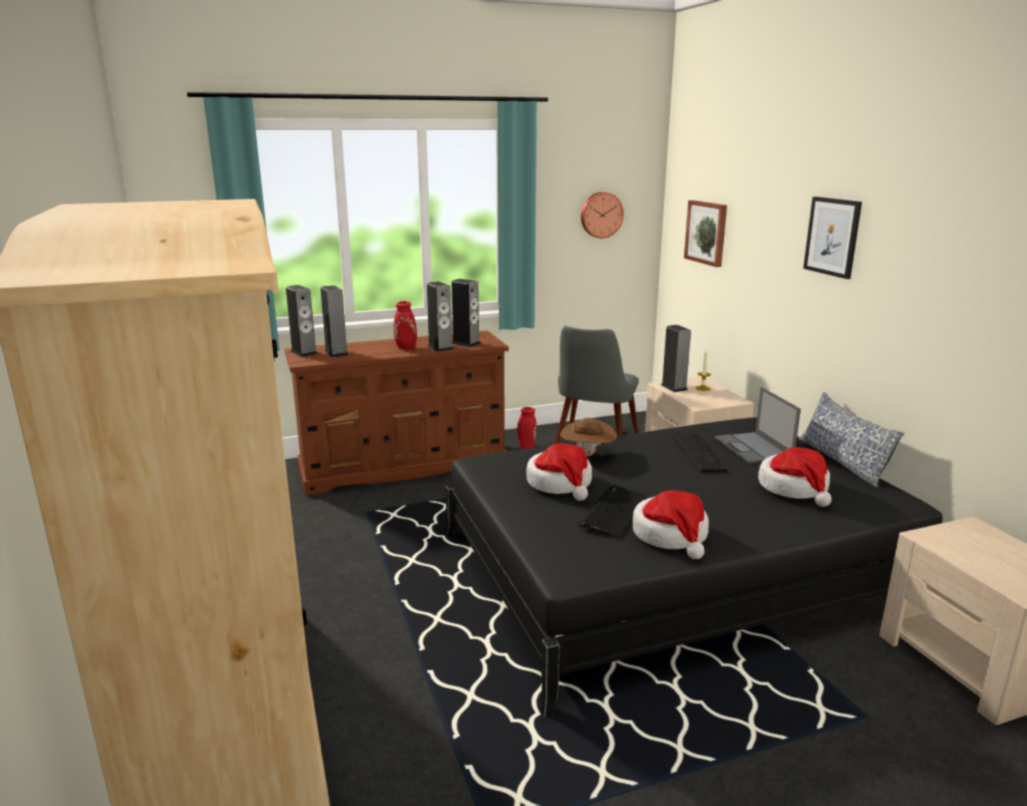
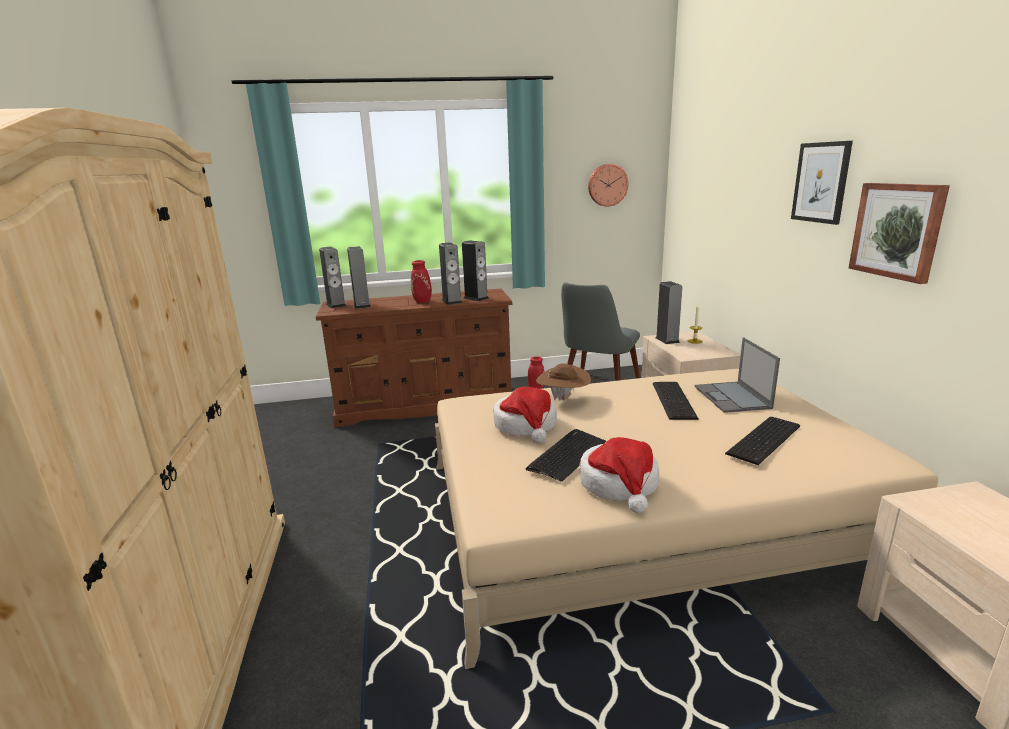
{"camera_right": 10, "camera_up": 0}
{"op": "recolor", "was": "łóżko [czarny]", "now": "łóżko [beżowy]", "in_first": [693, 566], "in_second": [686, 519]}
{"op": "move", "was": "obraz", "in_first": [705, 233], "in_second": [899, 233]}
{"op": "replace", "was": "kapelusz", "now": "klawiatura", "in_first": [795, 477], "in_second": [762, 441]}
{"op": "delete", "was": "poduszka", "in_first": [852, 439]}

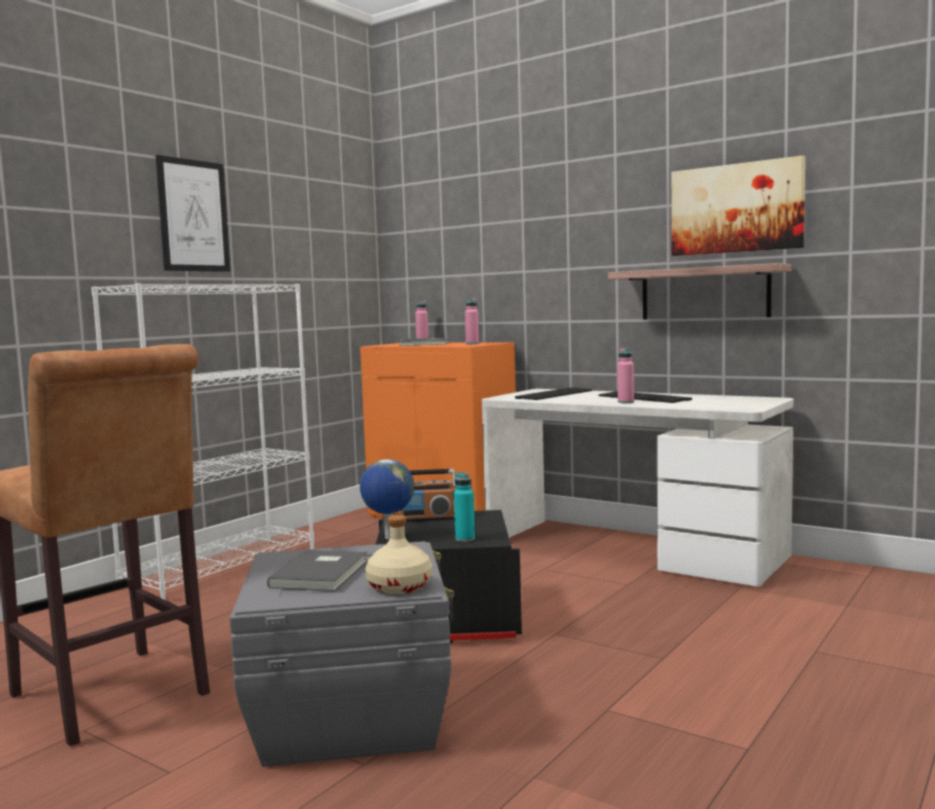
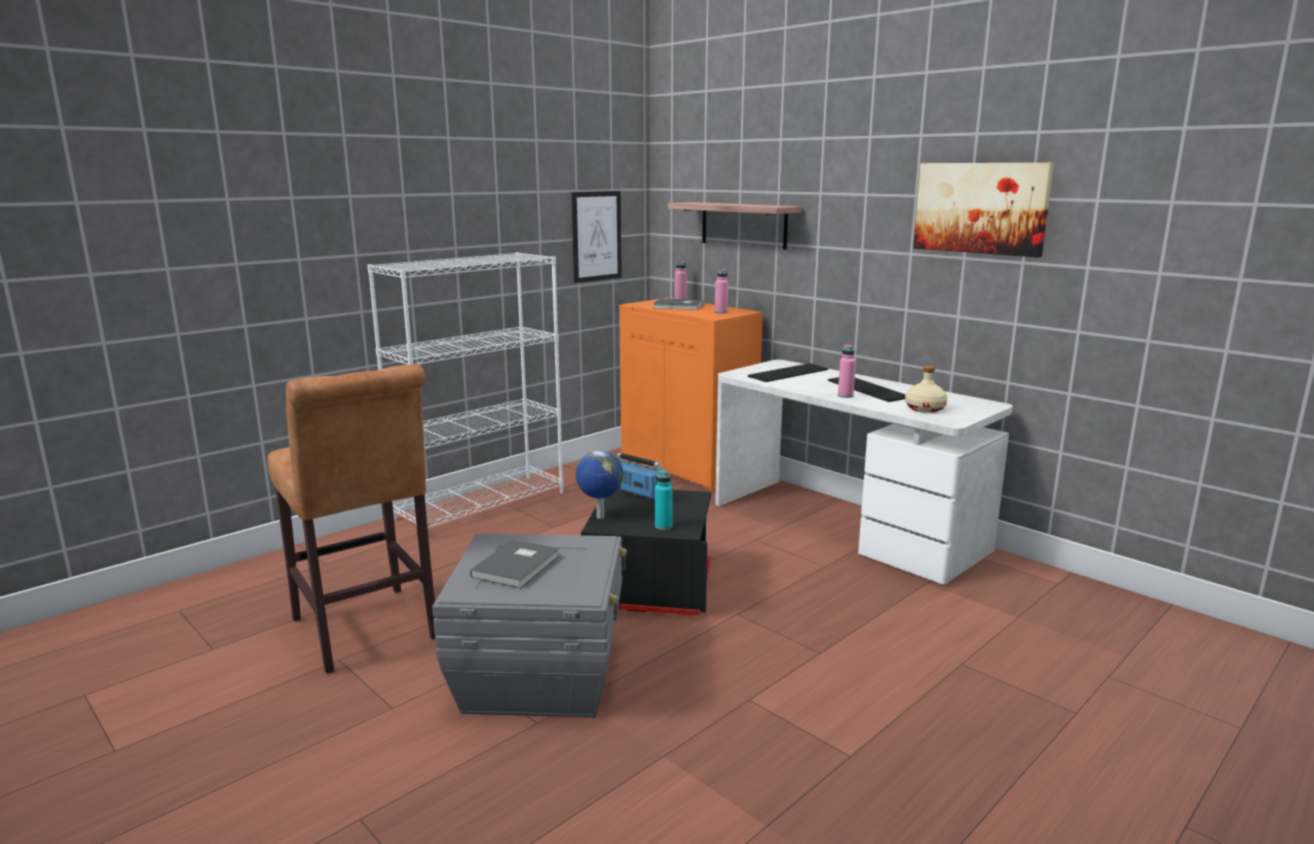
{"camera_right": 10, "camera_up": 10}
{"op": "move", "was": "obraz", "in_first": [193, 213], "in_second": [596, 237]}
{"op": "move", "was": "butelka [beżowy]", "in_first": [398, 554], "in_second": [926, 389]}
{"op": "rotate", "was": "radio", "in_first": [428, 495], "in_second": [639, 478], "clockwise": -150}
{"op": "move", "was": "półka", "in_first": [700, 291], "in_second": [735, 226]}

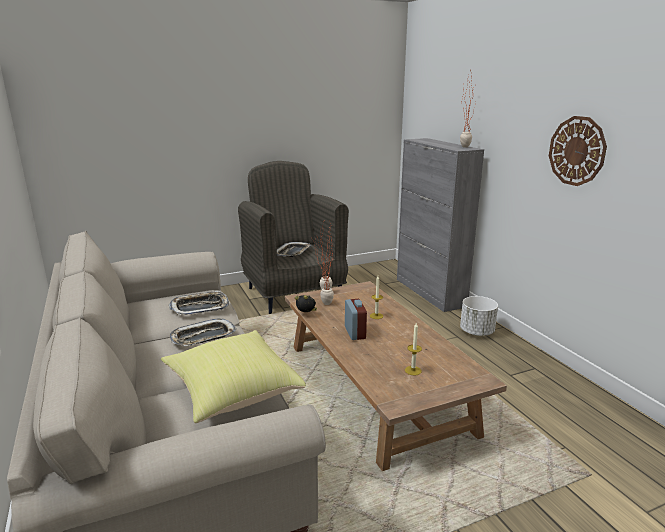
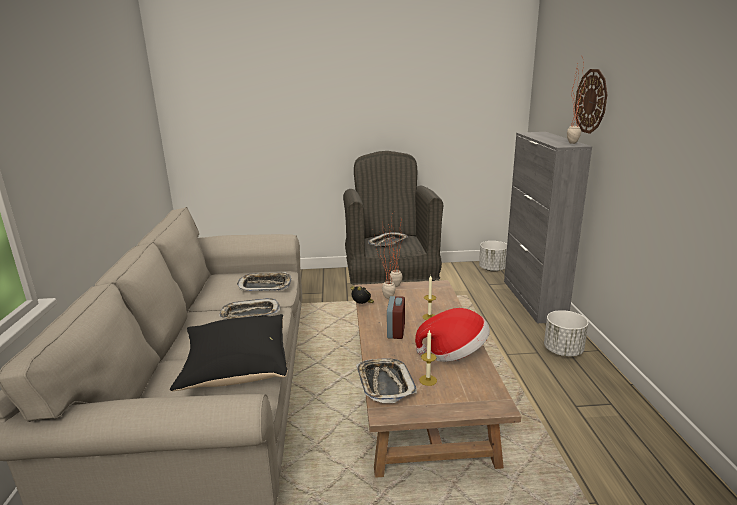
{"camera_right": 20, "camera_up": 0}
{"op": "recolor", "was": "poduszka [żółty]", "now": "poduszka [czarny]", "in_first": [233, 376], "in_second": [229, 353]}
{"op": "move", "was": "zegar ścienny", "in_first": [578, 151], "in_second": [591, 101]}
{"op": "insert", "now": "taca", "in_second": [386, 380]}
{"op": "insert", "now": "kapelusz", "in_second": [452, 335]}
{"op": "insert", "now": "donica [biały]", "in_second": [493, 256]}

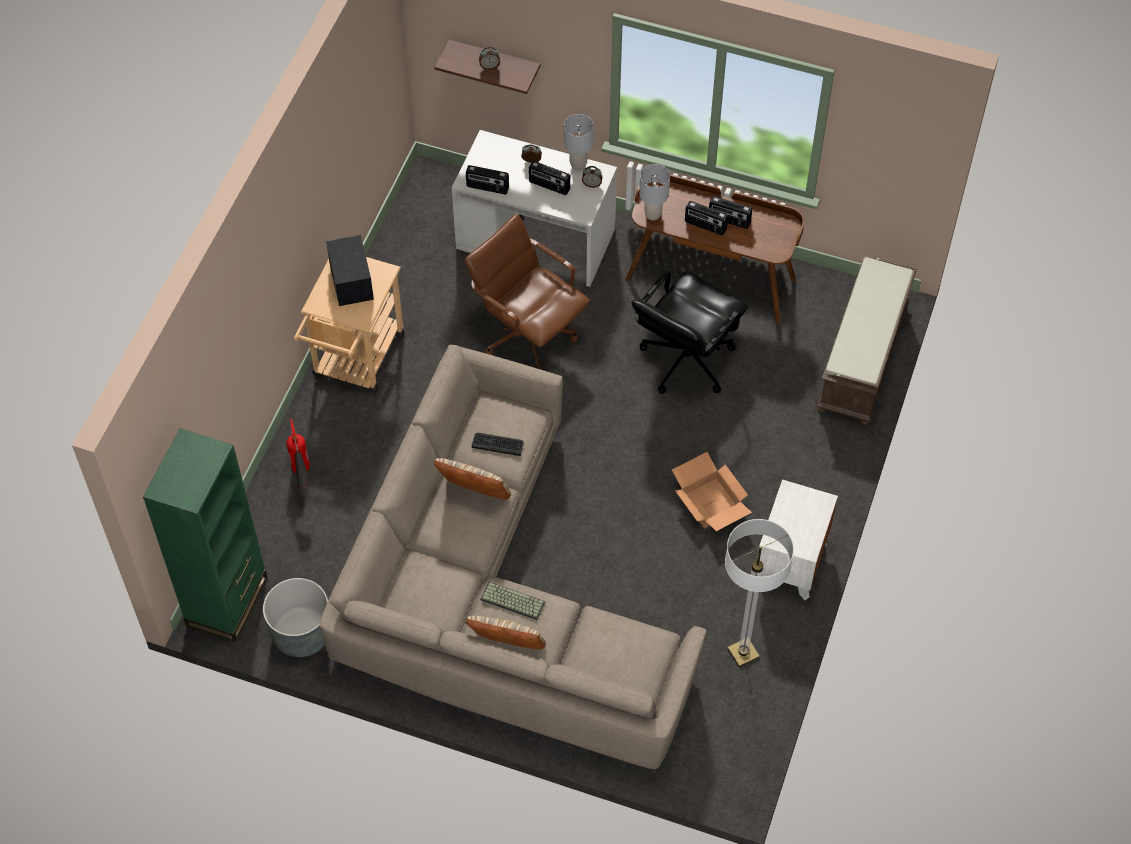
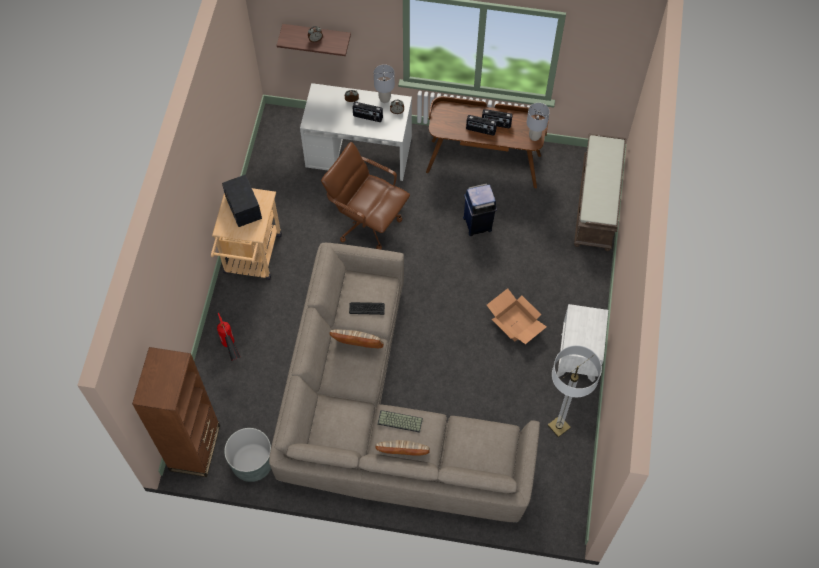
{"camera_right": -10, "camera_up": 5}
{"op": "recolor", "was": "regał [zielony]", "now": "regał [brązowy]", "in_first": [205, 535], "in_second": [176, 412]}
{"op": "delete", "was": "radio", "in_first": [487, 179]}
{"op": "replace", "was": "krzesło biurowe [czarny]", "now": "kosz na śmieci [niebieski]", "in_first": [689, 332], "in_second": [480, 209]}
{"op": "move", "was": "lampa stołowa [szary]", "in_first": [654, 192], "in_second": [538, 122]}

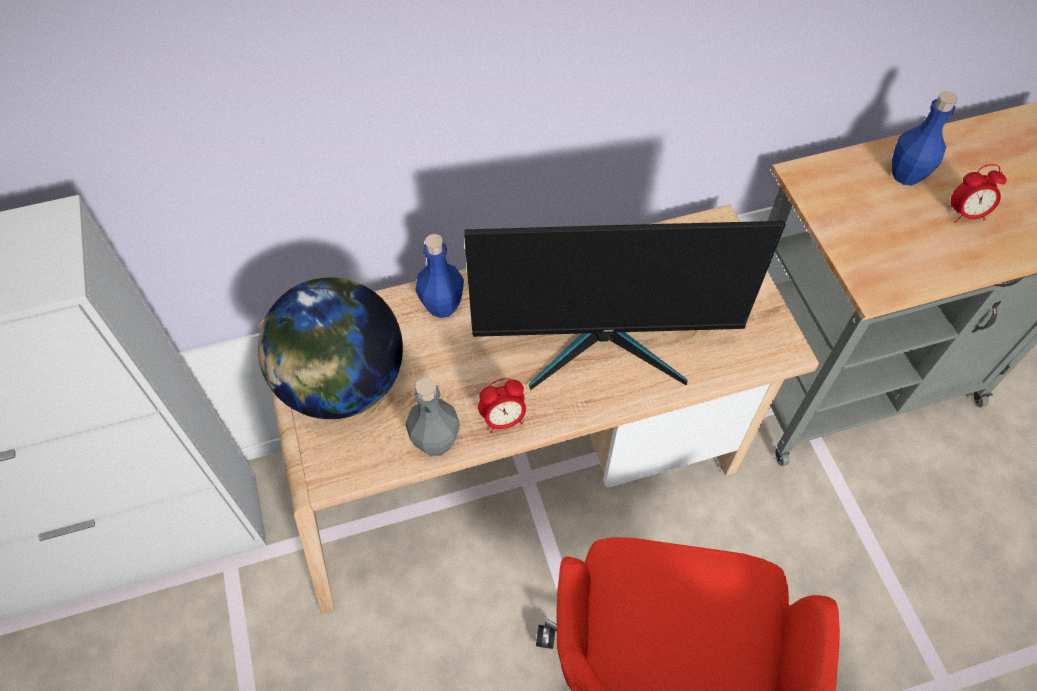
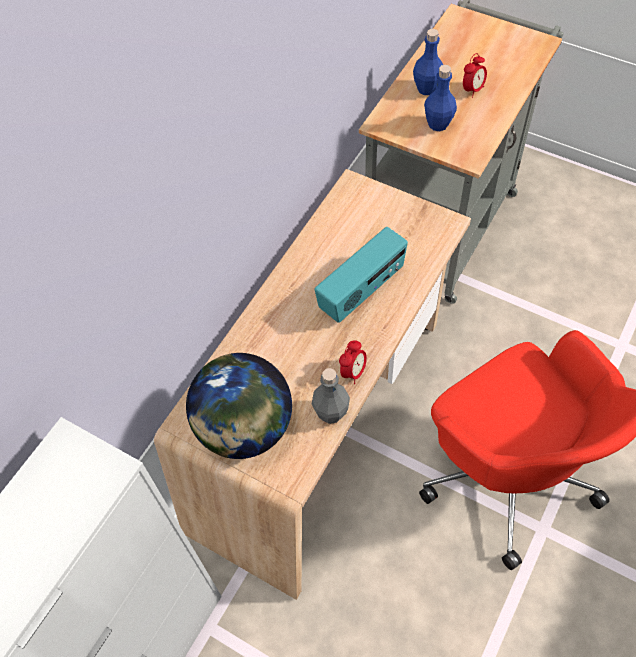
{"camera_right": -40, "camera_up": 0}
{"op": "move", "was": "butelka [niebieski]", "in_first": [439, 276], "in_second": [440, 98]}
{"op": "replace", "was": "monitor", "now": "radio", "in_first": [624, 305], "in_second": [361, 275]}

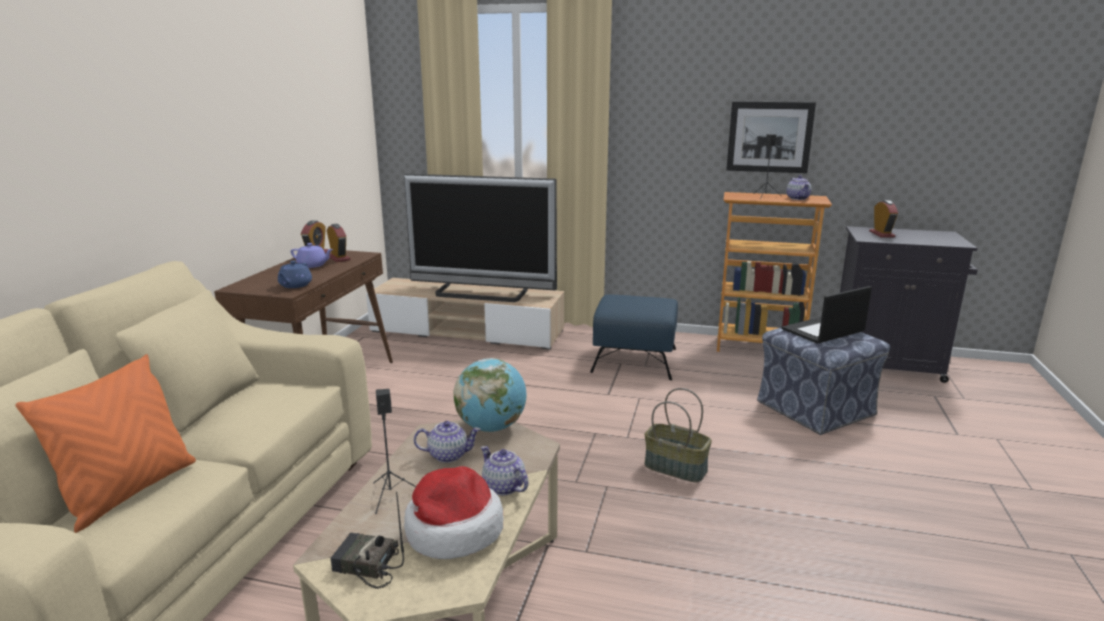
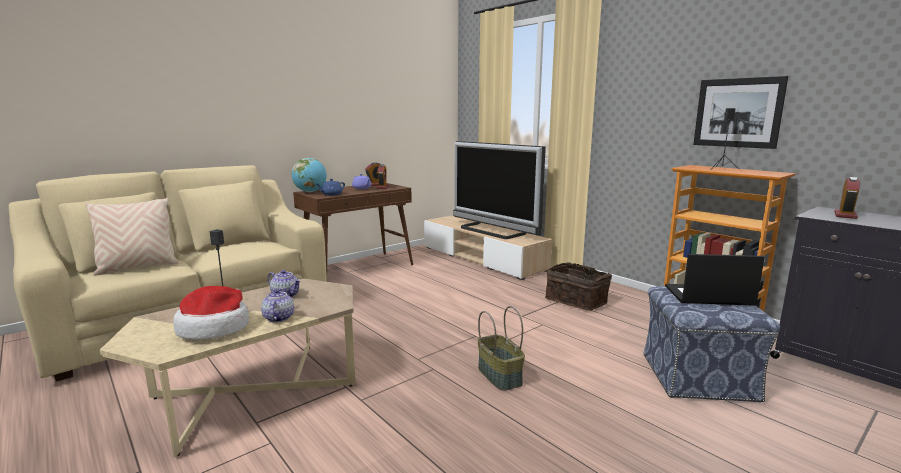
{"camera_right": 35, "camera_up": -5}
{"op": "recolor", "was": "poduszka [pomarańczowy]", "now": "poduszka [beżowy]", "in_first": [105, 443], "in_second": [132, 237]}
{"op": "delete", "was": "radio", "in_first": [367, 540]}
{"op": "move", "was": "globus", "in_first": [490, 395], "in_second": [309, 175]}
{"op": "replace", "was": "pufa [niebieski]", "now": "koszyk", "in_first": [634, 337], "in_second": [578, 287]}
{"op": "delete", "was": "imbryk", "in_first": [798, 187]}

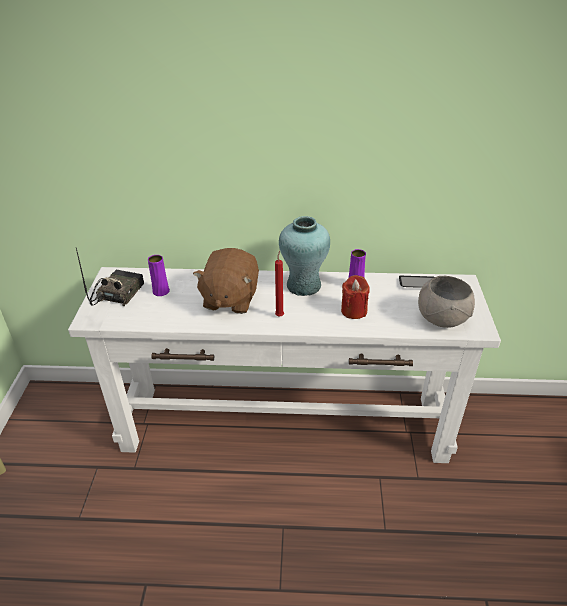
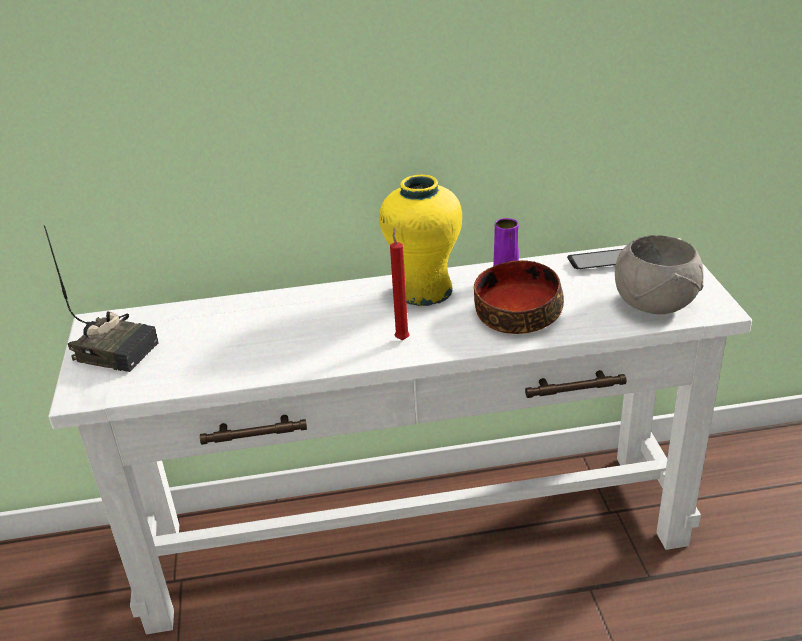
{"camera_right": -10, "camera_up": -5}
{"op": "rotate", "was": "radio", "in_first": [110, 277], "in_second": [101, 298], "clockwise": 105}
{"op": "delete", "was": "wazon [fioletowy]", "in_first": [159, 275]}
{"op": "delete", "was": "pluszak [brązowy]", "in_first": [226, 281]}
{"op": "recolor", "was": "wazon [turkusowy]", "now": "wazon [żółty]", "in_first": [304, 256], "in_second": [420, 240]}
{"op": "replace", "was": "świeca [czerwony]", "now": "miska", "in_first": [355, 297], "in_second": [519, 297]}

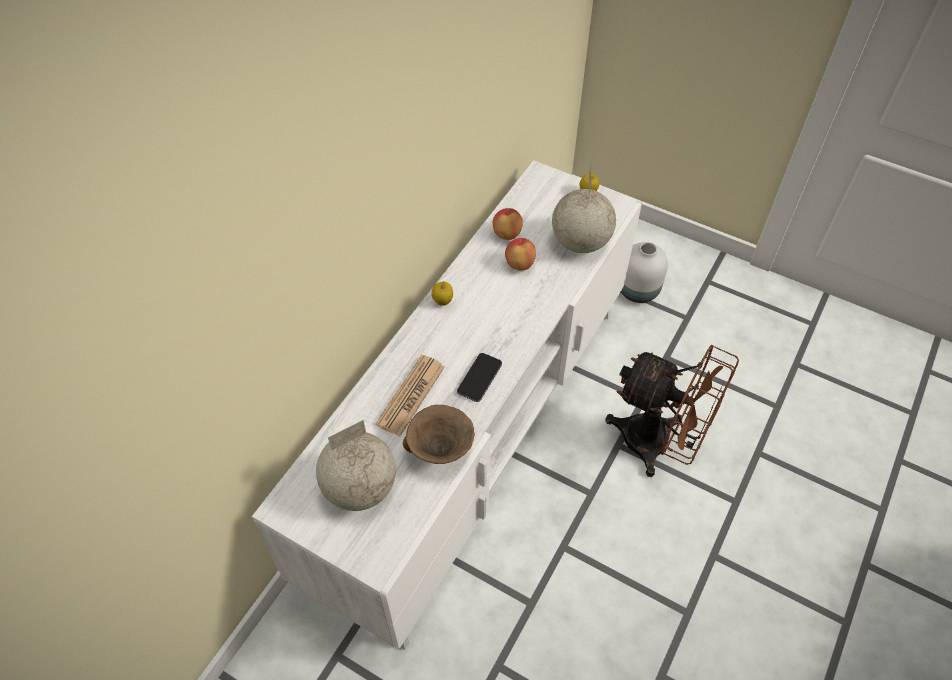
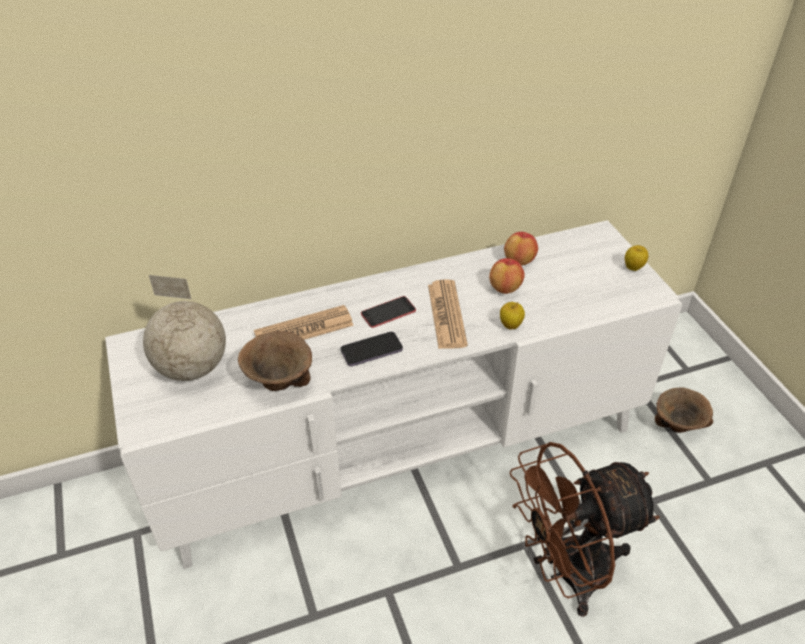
{"camera_right": 40, "camera_up": -10}
{"op": "move", "was": "jabłko", "in_first": [442, 293], "in_second": [512, 316]}
{"op": "delete", "was": "globus", "in_first": [584, 209]}
{"op": "rotate", "was": "wentylator [brązowy]", "in_first": [672, 411], "in_second": [584, 529], "clockwise": 90}
{"op": "replace", "was": "wazon [biały]", "now": "miska [brązowy]", "in_first": [644, 272], "in_second": [684, 410]}
{"op": "insert", "now": "telefon", "in_second": [388, 312]}
{"op": "insert", "now": "gazeta", "in_second": [448, 314]}

